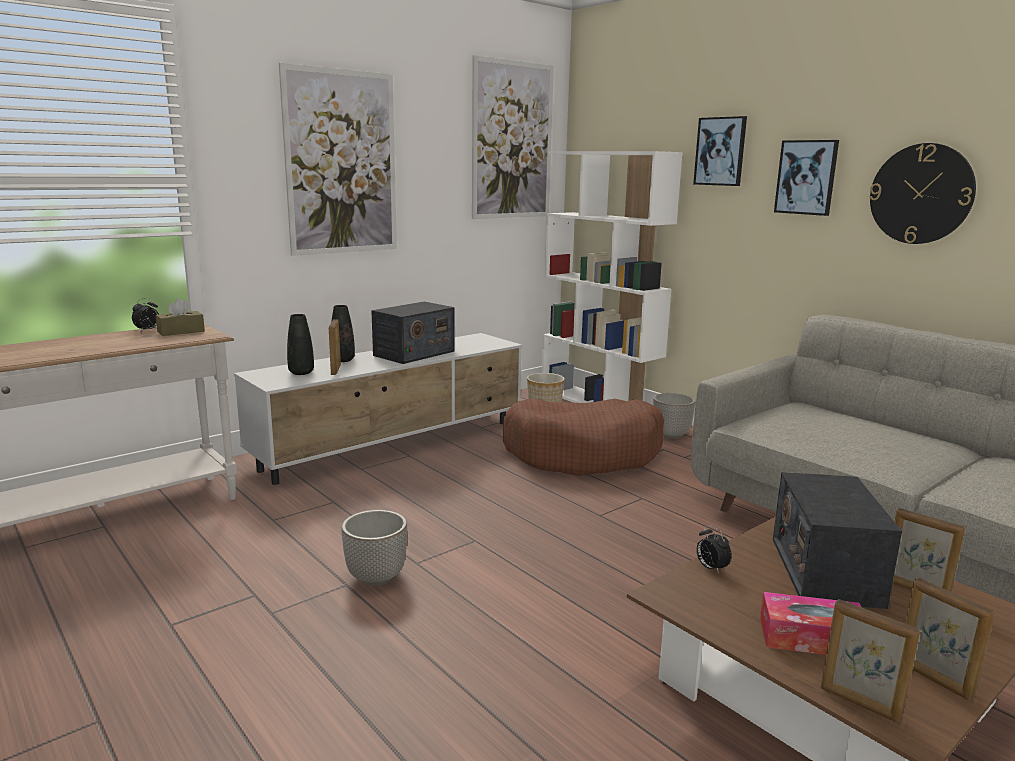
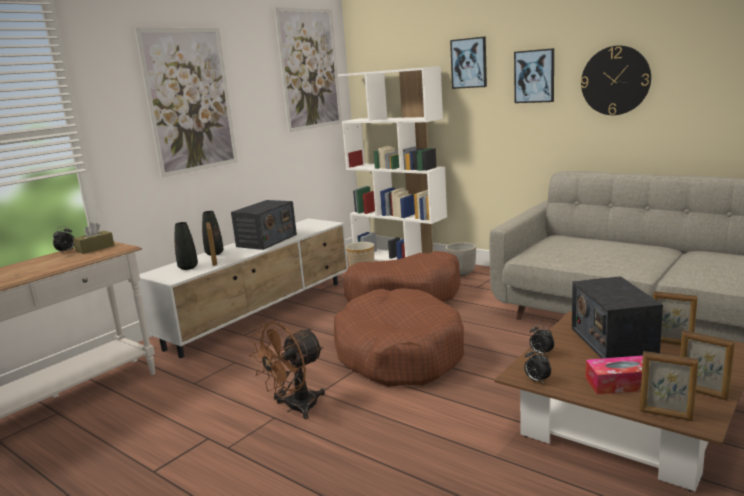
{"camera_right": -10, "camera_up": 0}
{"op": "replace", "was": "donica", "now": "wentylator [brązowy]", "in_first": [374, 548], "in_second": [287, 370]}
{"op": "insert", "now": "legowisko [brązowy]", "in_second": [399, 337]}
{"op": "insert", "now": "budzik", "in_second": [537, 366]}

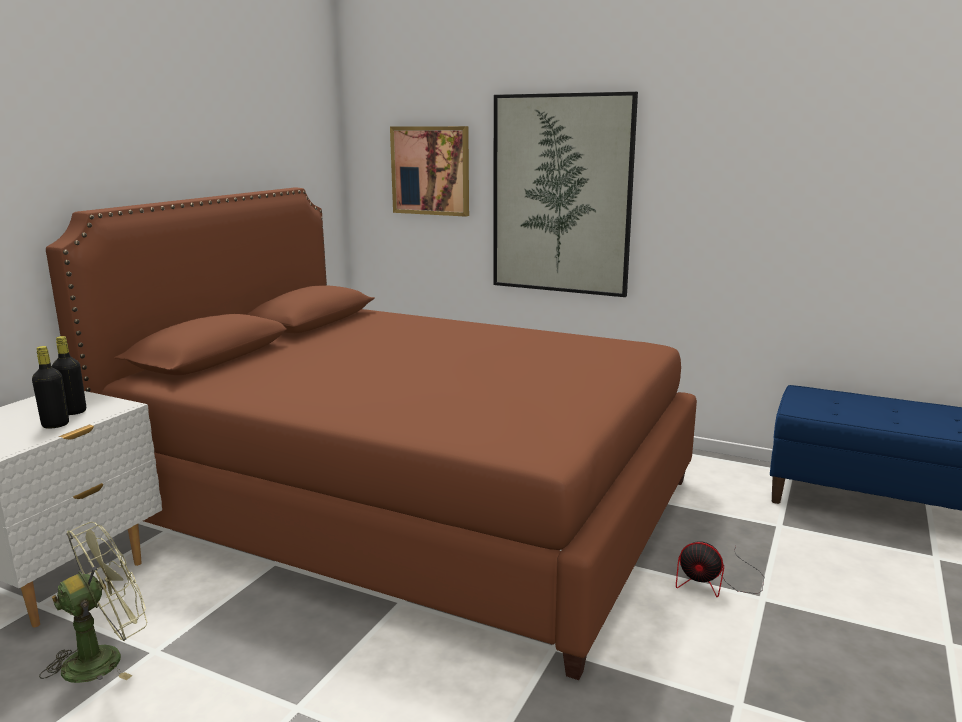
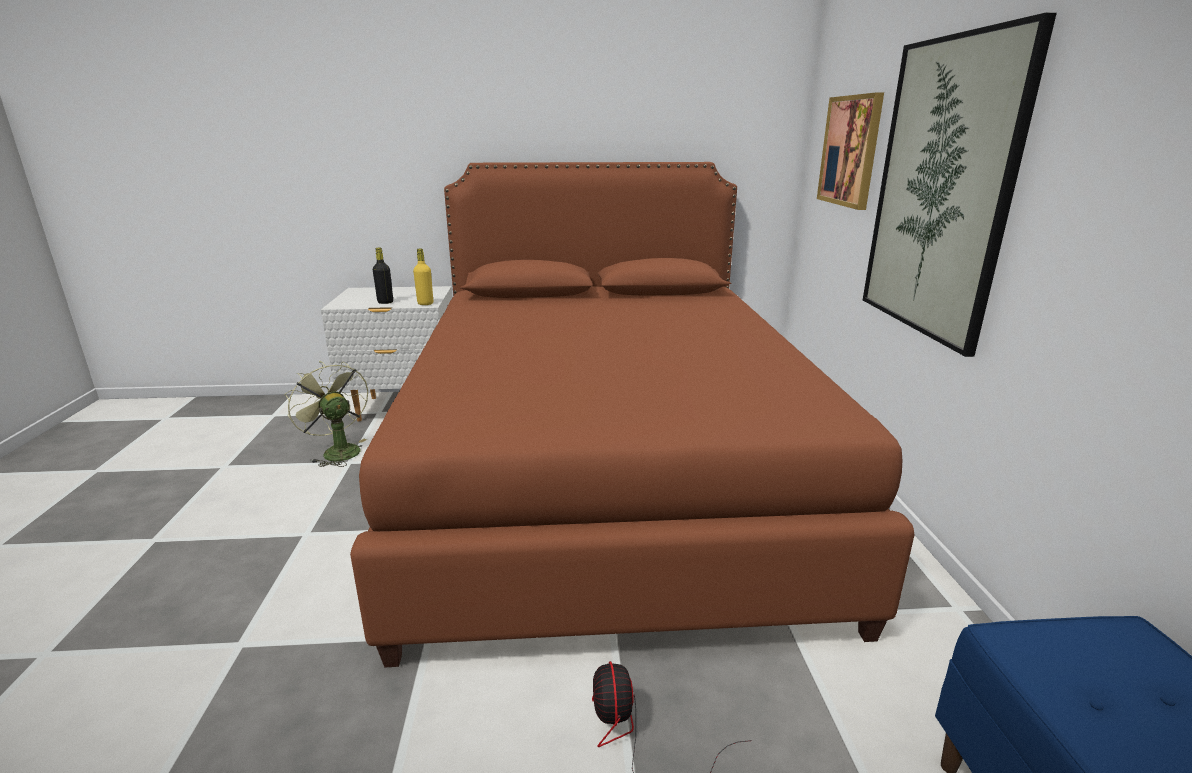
{"camera_right": 60, "camera_up": 5}
{"op": "rotate", "was": "wentylator [zielony]", "in_first": [93, 602], "in_second": [326, 414], "clockwise": -150}
{"op": "delete", "was": "butelka [czarny]", "in_first": [69, 375]}
{"op": "insert", "now": "butelka [żółty]", "in_second": [423, 277]}

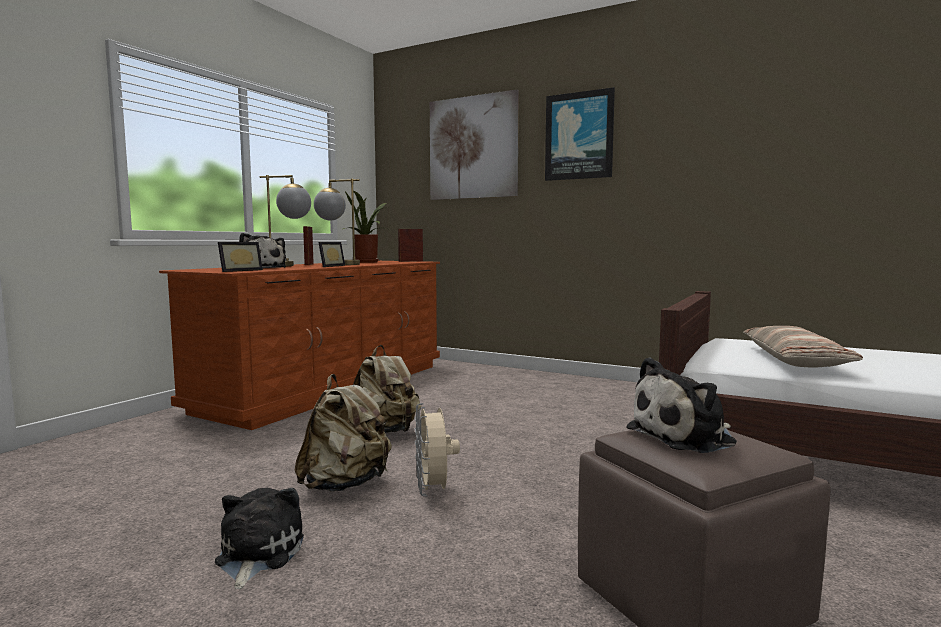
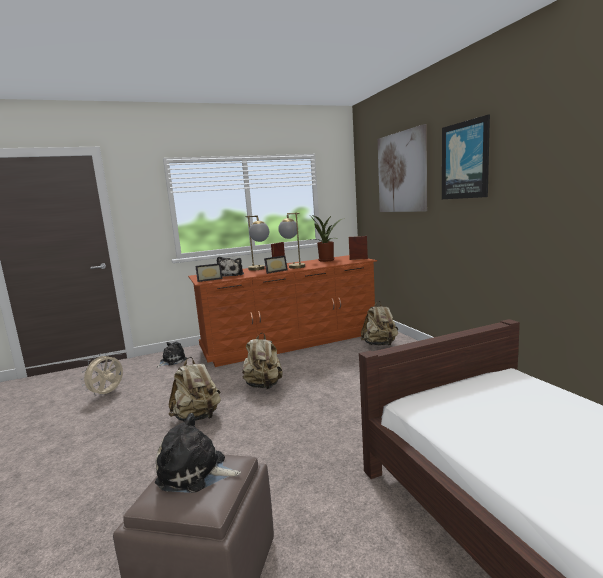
{"camera_right": 40, "camera_up": 5}
{"op": "move", "was": "pluszak", "in_first": [259, 538], "in_second": [171, 354]}
{"op": "move", "was": "wentylator [beżowy]", "in_first": [437, 450], "in_second": [102, 374]}
{"op": "delete", "was": "poduszka", "in_first": [803, 346]}
{"op": "insert", "now": "plecak [beżowy]", "in_second": [379, 323]}

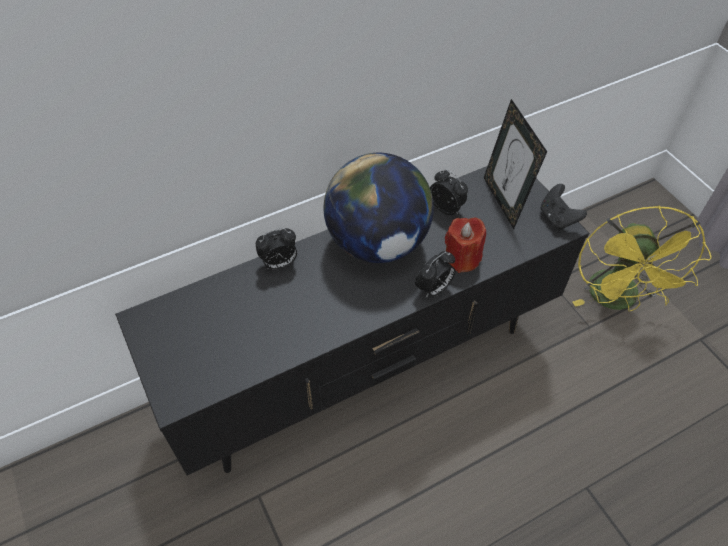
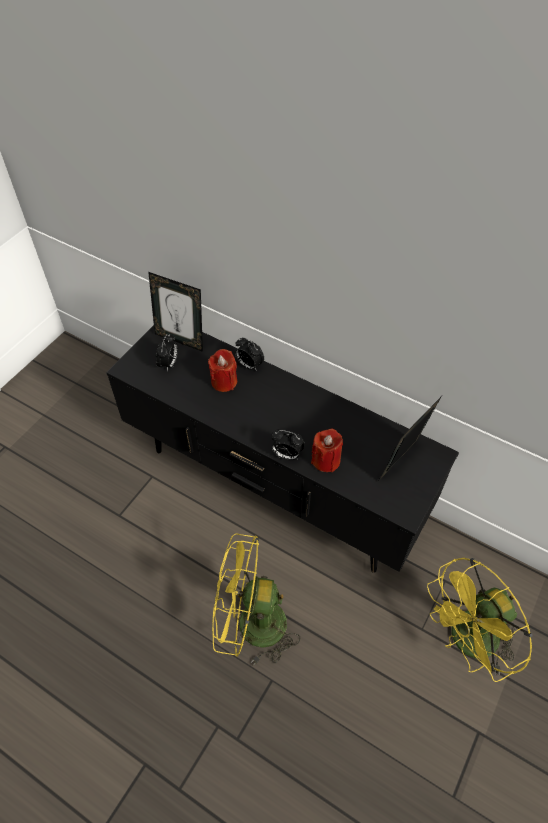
{"camera_right": 60, "camera_up": 0}
{"op": "delete", "was": "globus", "in_first": [379, 208]}
{"op": "move", "was": "budzik", "in_first": [449, 192], "in_second": [167, 352]}
{"op": "delete", "was": "pad do gier [czarny]", "in_first": [563, 207]}
{"op": "insert", "now": "ramka na zdjęcie", "in_second": [175, 312]}
{"op": "insert", "now": "świeca [czerwony]", "in_second": [222, 370]}
{"op": "insert", "now": "wentylator [żółty]", "in_second": [256, 600]}

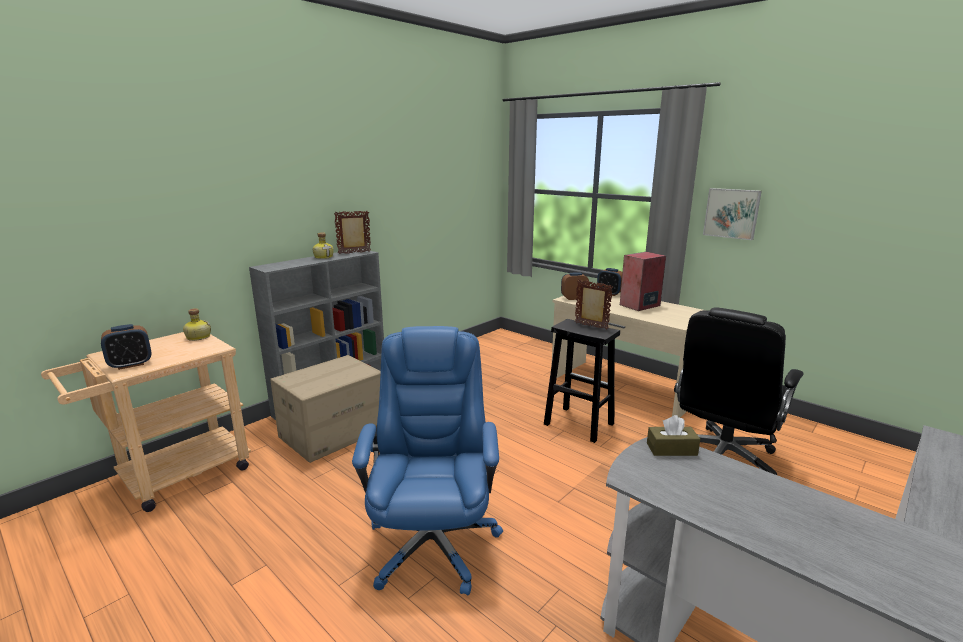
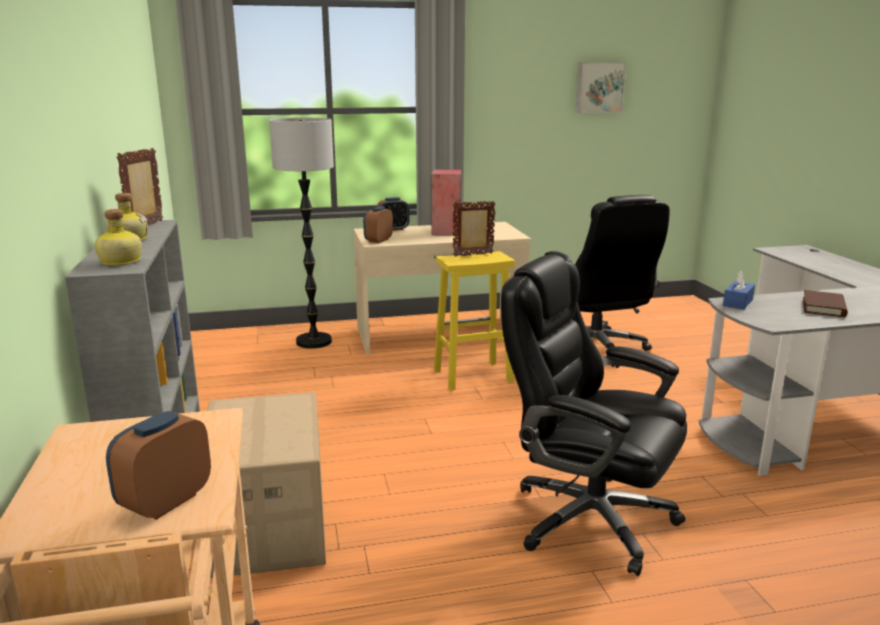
{"camera_right": -55, "camera_up": 0}
{"op": "rotate", "was": "budzik", "in_first": [126, 347], "in_second": [158, 465], "clockwise": -150}
{"op": "move", "was": "butelka", "in_first": [197, 324], "in_second": [118, 237]}
{"op": "recolor", "was": "krzesło biurowe [niebieski]", "now": "krzesło biurowe [czarny]", "in_first": [427, 460], "in_second": [594, 415]}
{"op": "recolor", "was": "stołek [czarny]", "now": "stołek [żółty]", "in_first": [582, 381], "in_second": [474, 321]}
{"op": "recolor", "was": "pudełko chusteczek [brązowy]", "now": "pudełko chusteczek [niebieski]", "in_first": [673, 435], "in_second": [739, 290]}
{"op": "move", "was": "obraz", "in_first": [732, 214], "in_second": [600, 87]}
{"op": "insert", "now": "lampa stojąca", "in_second": [301, 233]}
{"op": "insert", "now": "książka [brązowy]", "in_second": [825, 303]}

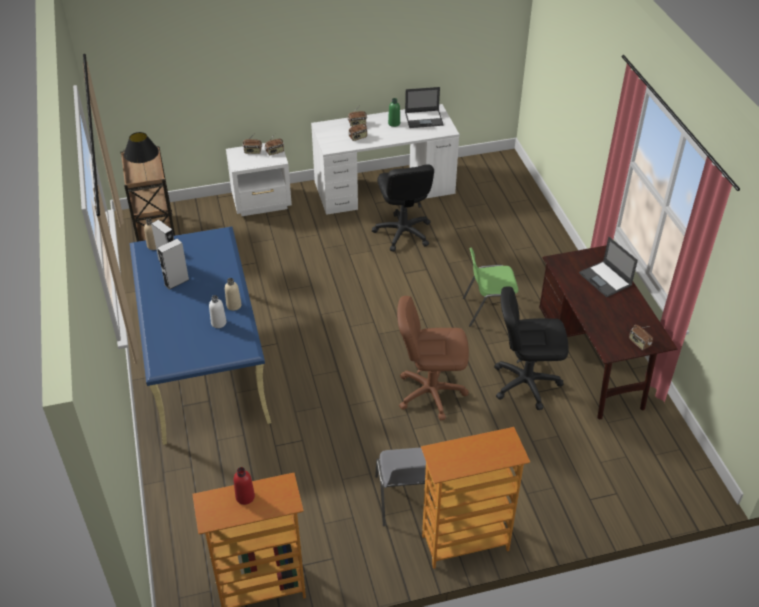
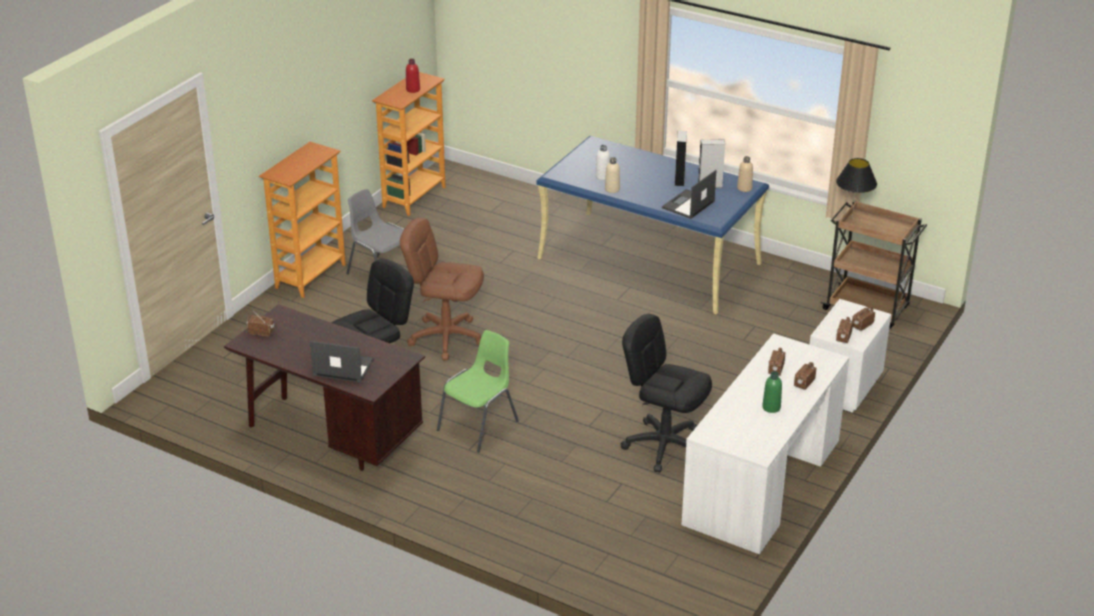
{"camera_right": 135, "camera_up": -10}
{"op": "rotate", "was": "krzesło biurowe [brązowy]", "in_first": [433, 358], "in_second": [442, 289], "clockwise": -120}
{"op": "move", "was": "laptop", "in_first": [424, 107], "in_second": [689, 194]}

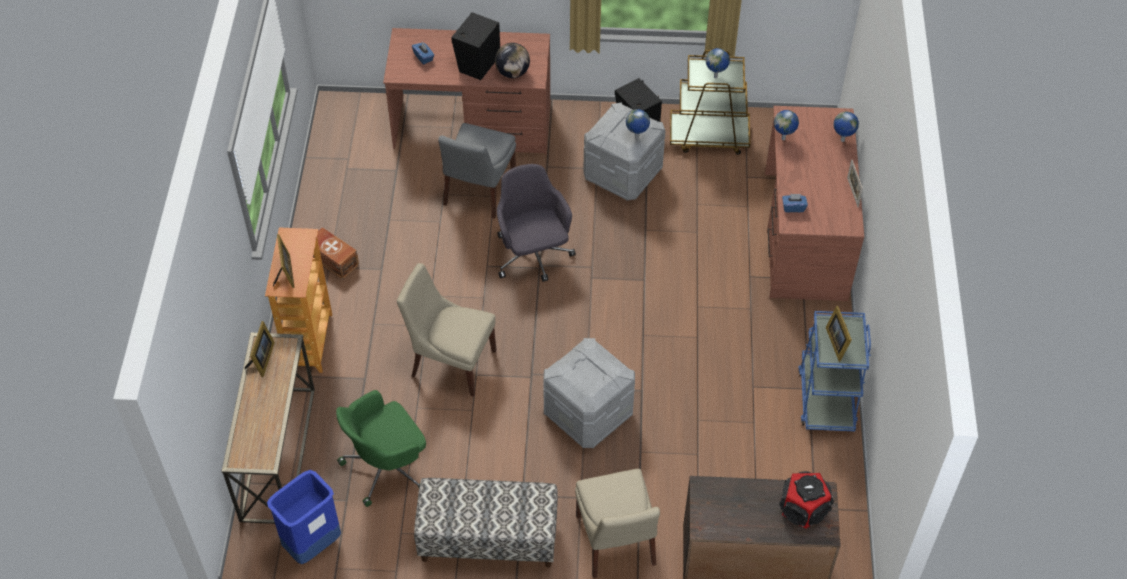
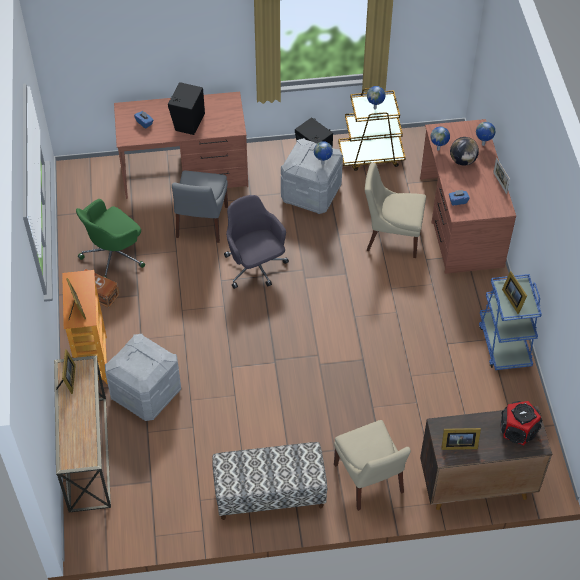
{"camera_right": -10, "camera_up": 0}
{"op": "delete", "was": "kosz na śmieci [niebieski]", "in_first": [304, 517]}
{"op": "move", "was": "krzesło biurowe [zielony]", "in_first": [381, 448], "in_second": [110, 239]}
{"op": "move", "was": "krzesło [beżowy]", "in_first": [447, 330], "in_second": [395, 210]}
{"op": "move", "was": "globus", "in_first": [512, 60], "in_second": [464, 151]}
{"op": "move", "was": "pojemnik do przechowywania [szary]", "in_first": [589, 393], "in_second": [143, 377]}
{"op": "insert", "now": "ramka na zdjęcie", "in_second": [461, 439]}

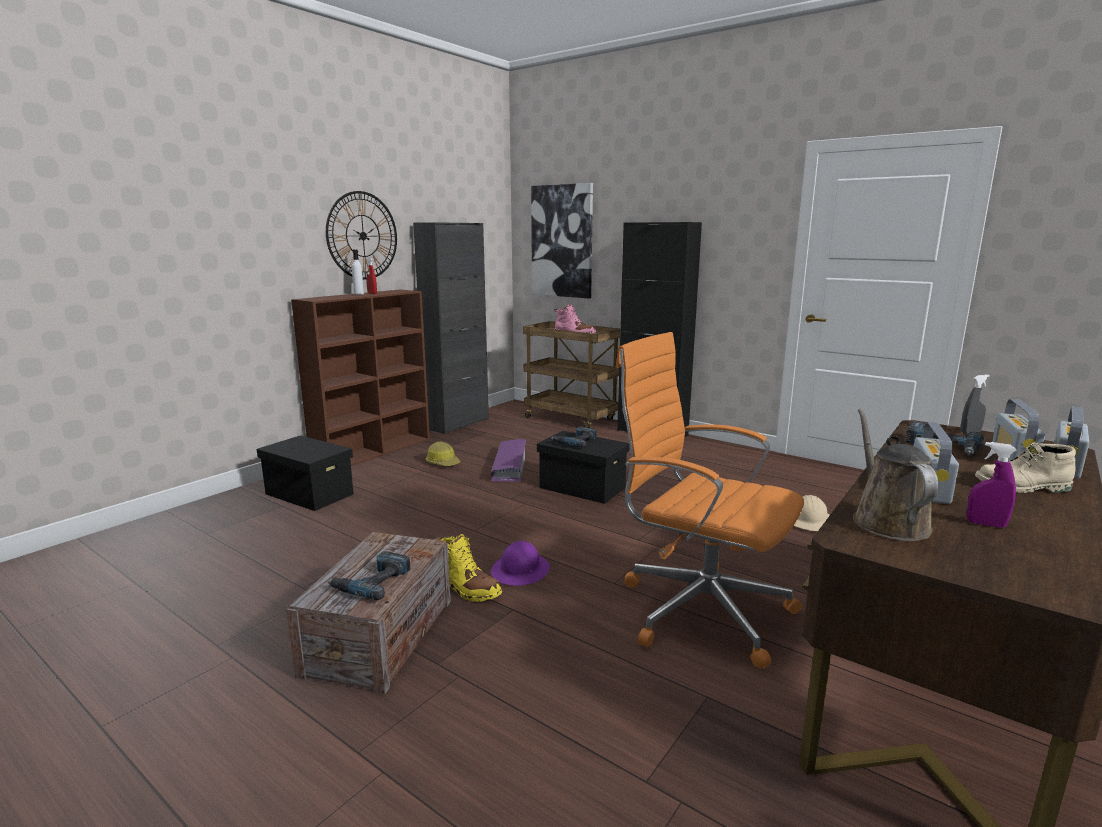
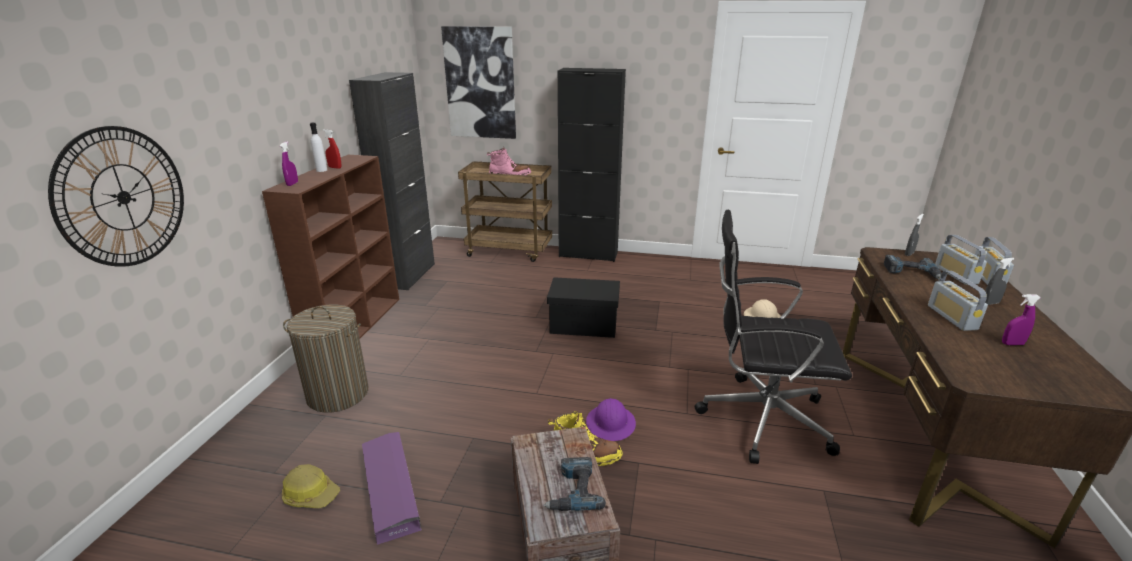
{"camera_right": -25, "camera_up": 10}
{"op": "replace", "was": "pojemnik do przechowywania [czarny]", "now": "kosz na pranie", "in_first": [305, 473], "in_second": [325, 358]}
{"op": "move", "was": "zegar ścienny", "in_first": [361, 235], "in_second": [116, 196]}
{"op": "move", "was": "kask", "in_first": [443, 453], "in_second": [311, 486]}
{"op": "move", "was": "pojemnik do przechowywania [fioletowy]", "in_first": [508, 460], "in_second": [392, 488]}
{"op": "delete", "was": "wiertarka", "in_first": [573, 437]}
{"op": "recolor", "was": "krzesło biurowe [pomarańczowy]", "now": "krzesło biurowe [czarny]", "in_first": [710, 500], "in_second": [773, 337]}
{"op": "delete", "was": "konewka [brązowy]", "in_first": [895, 474]}
{"op": "replace", "was": "but z cholewką [beżowy]", "now": "spryskiwacz [szary]", "in_first": [1025, 468], "in_second": [999, 281]}
{"op": "insert", "now": "spryskiwacz [fioletowy]", "in_second": [289, 163]}

